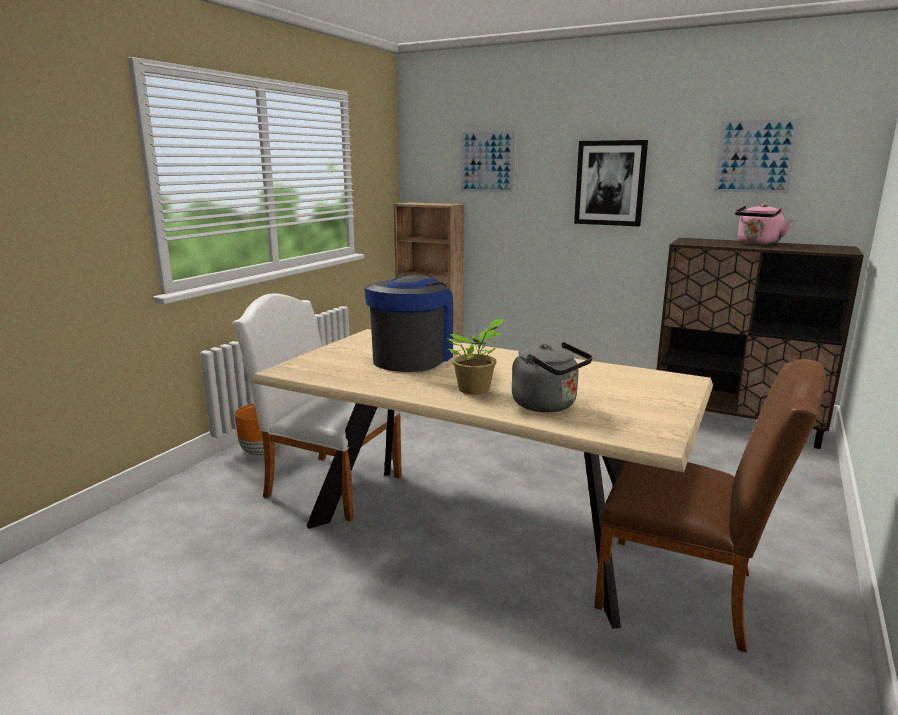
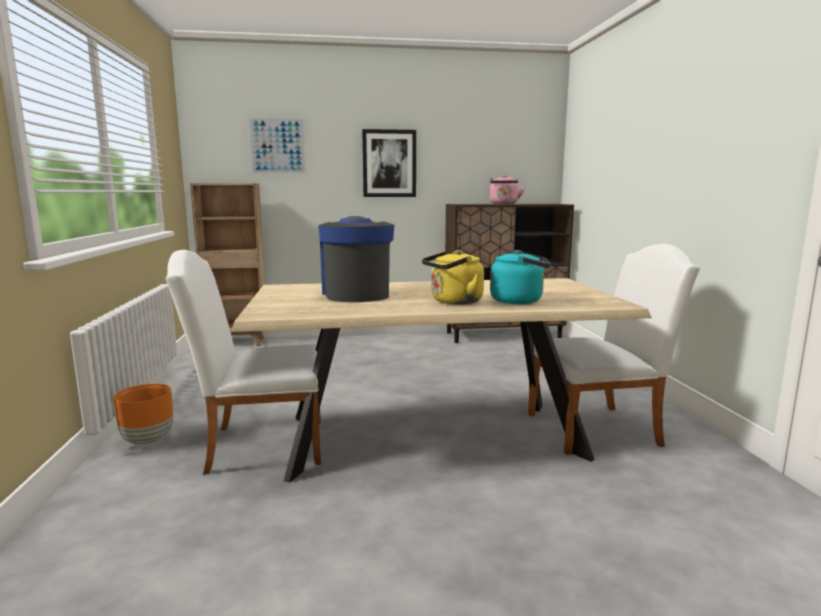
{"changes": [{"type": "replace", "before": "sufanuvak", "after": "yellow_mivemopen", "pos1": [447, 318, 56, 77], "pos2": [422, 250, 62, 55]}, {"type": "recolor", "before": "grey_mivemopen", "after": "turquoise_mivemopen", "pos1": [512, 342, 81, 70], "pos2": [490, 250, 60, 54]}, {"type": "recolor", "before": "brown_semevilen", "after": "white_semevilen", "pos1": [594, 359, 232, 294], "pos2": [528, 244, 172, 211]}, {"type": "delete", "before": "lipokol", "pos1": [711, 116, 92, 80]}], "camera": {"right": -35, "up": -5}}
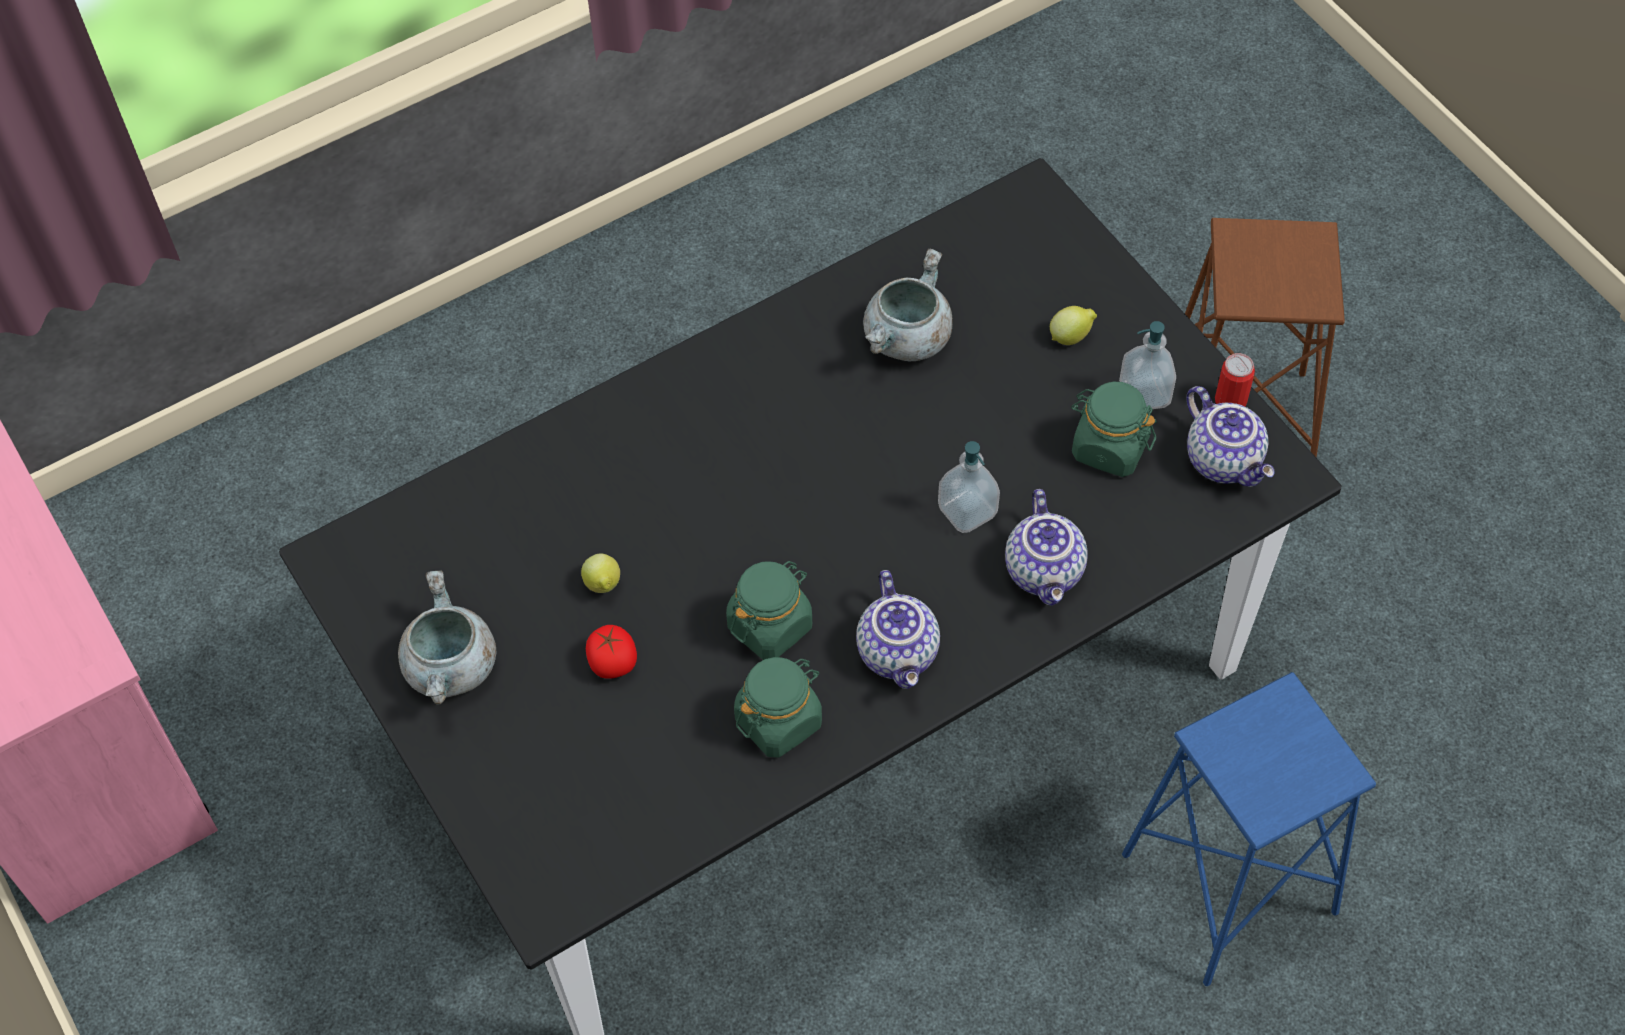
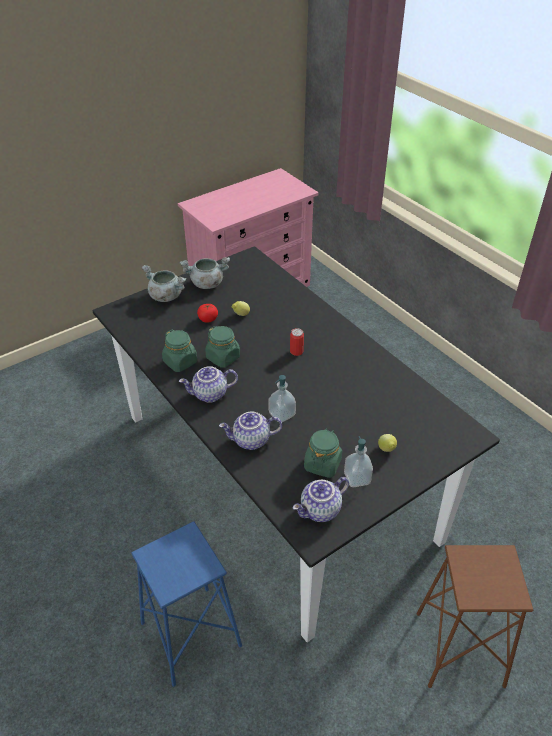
{"changes": [{"type": "move", "before": "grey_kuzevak", "pos1": [863, 248, 90, 113], "pos2": [141, 265, 45, 37]}, {"type": "move", "before": "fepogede", "pos1": [1215, 353, 40, 54], "pos2": [290, 328, 14, 28]}], "camera": {"right": 85, "up": -15}}
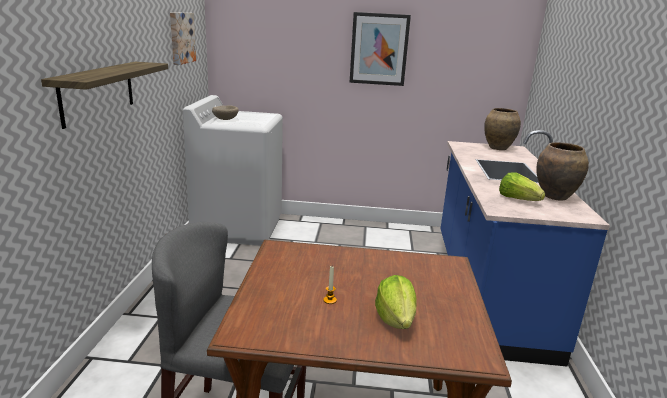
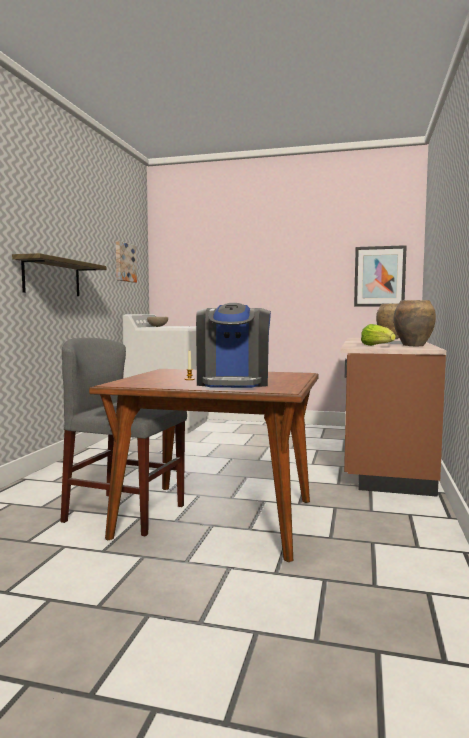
{"changes": [{"type": "move", "before": "lipokol", "pos1": [350, 12, 61, 74], "pos2": [354, 245, 53, 62]}, {"type": "replace", "before": "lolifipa", "after": "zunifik", "pos1": [375, 275, 42, 54], "pos2": [196, 303, 75, 85]}, {"type": "recolor", "before": "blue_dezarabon", "after": "brown_dezarabon", "pos1": [441, 130, 169, 237], "pos2": [340, 338, 106, 159]}], "camera": {"right": 10, "up": -15}}
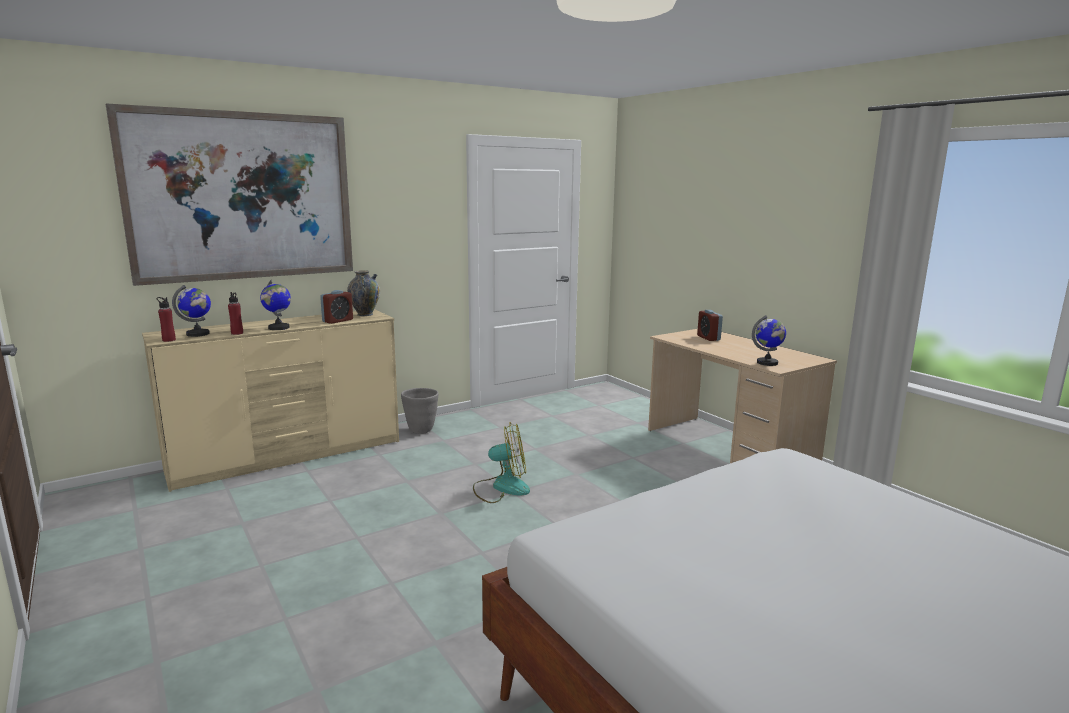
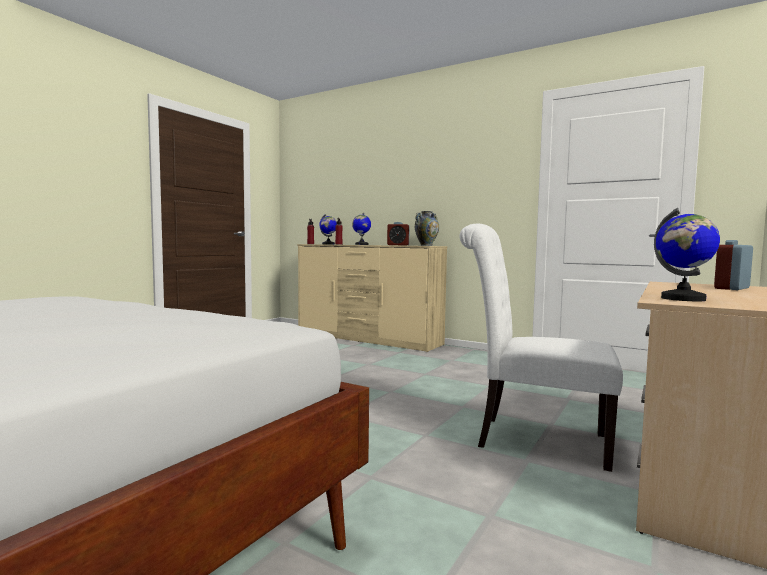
{"changes": [{"type": "delete", "before": "lipokol", "pos1": [106, 103, 247, 183]}, {"type": "delete", "before": "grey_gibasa", "pos1": [401, 388, 38, 46]}, {"type": "delete", "before": "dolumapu", "pos1": [473, 422, 57, 81]}, {"type": "insert", "after": "white_semevilen", "pos2": [459, 224, 164, 248]}], "camera": {"right": 65, "up": -10}}
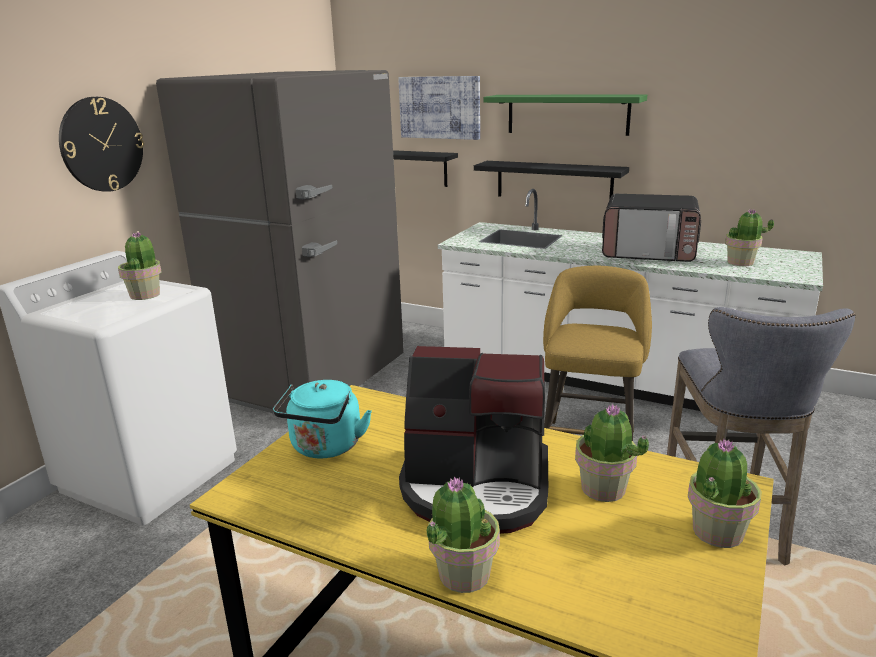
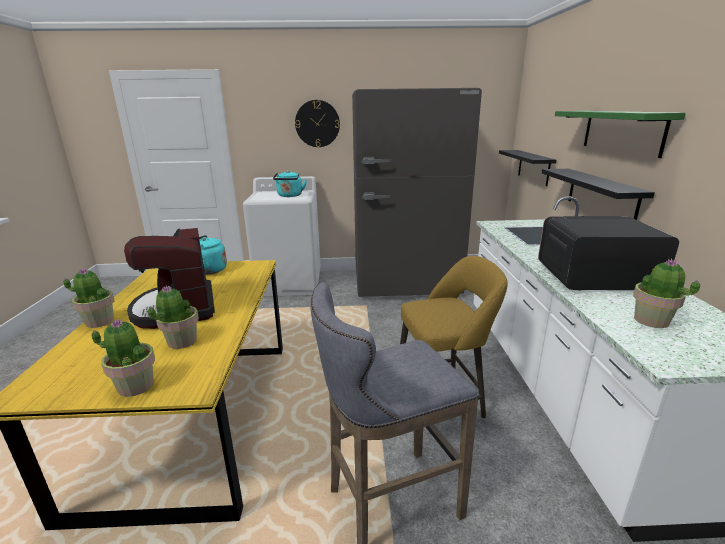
{"changes": [{"type": "replace", "before": "sufanuvak", "after": "turquoise_mivemopen", "pos1": [118, 232, 43, 68], "pos2": [273, 171, 34, 26]}, {"type": "delete", "before": "lipokol", "pos1": [398, 76, 82, 64]}, {"type": "rotate", "before": "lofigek", "pos1": [602, 194, 99, 68], "pos2": [538, 216, 141, 75], "turn": 105}], "camera": {"right": 60, "up": 0}}
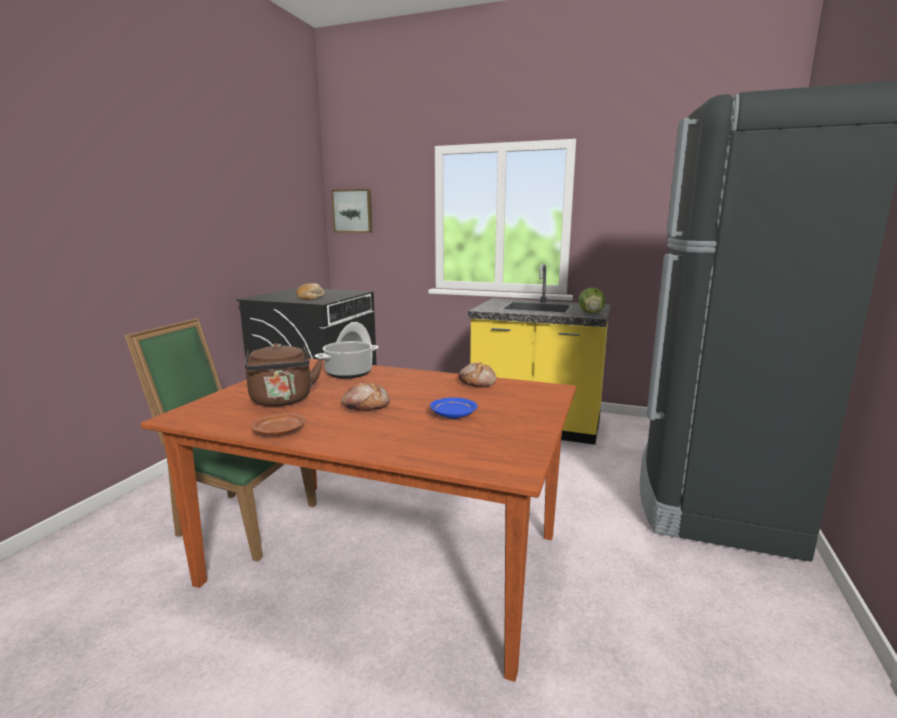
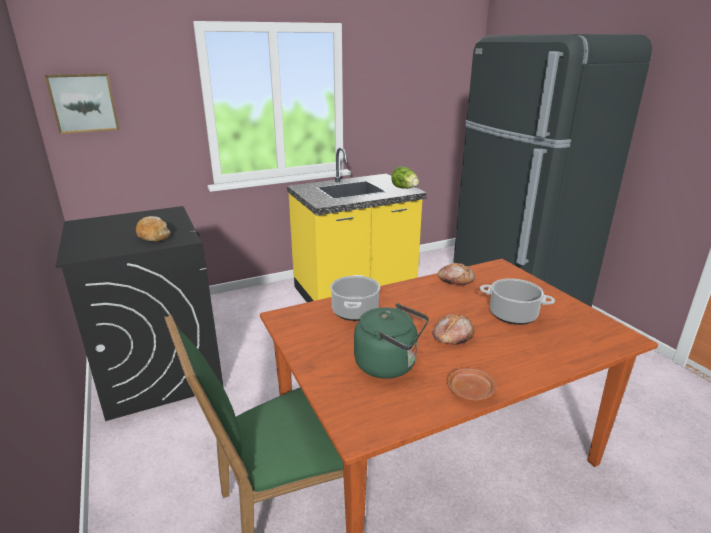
{"changes": [{"type": "recolor", "before": "brown_mivemopen", "after": "green_mivemopen", "pos1": [245, 343, 78, 64], "pos2": [354, 303, 75, 76]}, {"type": "replace", "before": "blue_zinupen", "after": "kuzevak", "pos1": [430, 398, 47, 21], "pos2": [480, 278, 75, 47]}], "camera": {"right": -45, "up": 10}}
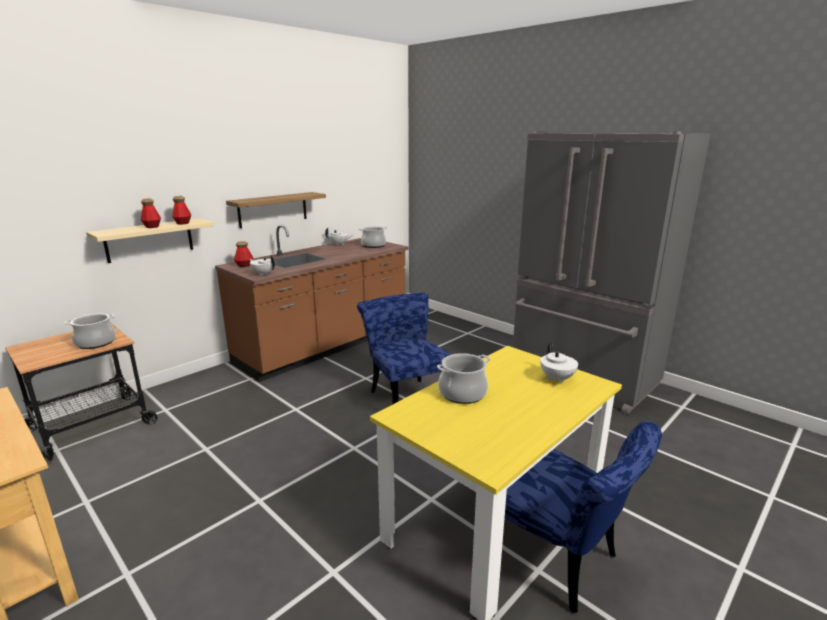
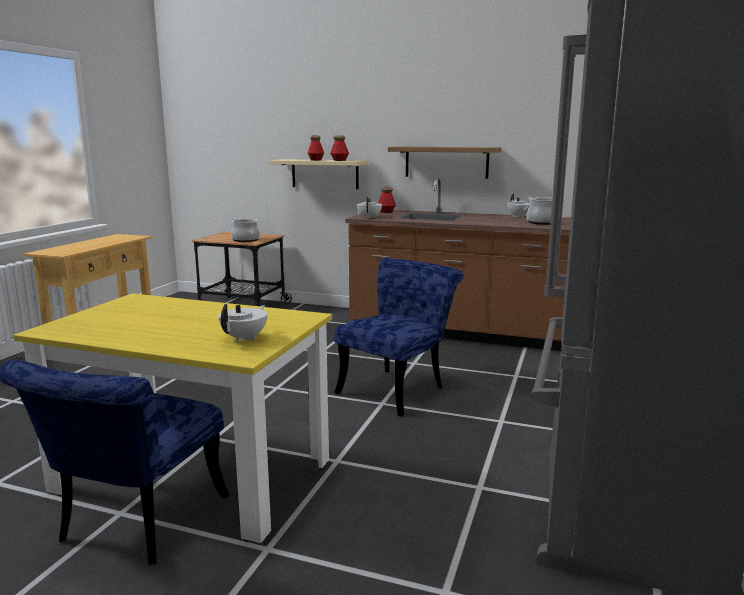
{"changes": [{"type": "delete", "before": "kuzevak", "pos1": [437, 353, 53, 51]}, {"type": "rotate", "before": "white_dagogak", "pos1": [540, 342, 38, 42], "pos2": [218, 304, 49, 38], "turn": 150}], "camera": {"right": 65, "up": -5}}
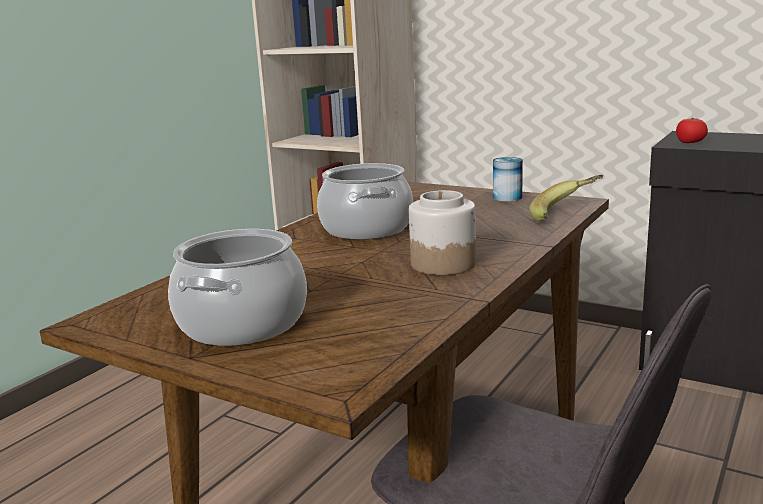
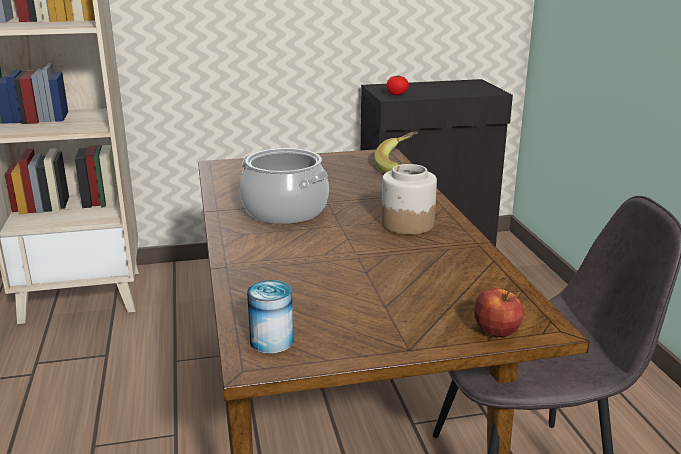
{"changes": [{"type": "delete", "before": "kuzevak", "pos1": [168, 229, 139, 117]}, {"type": "move", "before": "fepogede", "pos1": [493, 157, 30, 45], "pos2": [247, 280, 47, 74]}, {"type": "insert", "after": "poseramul", "pos2": [475, 288, 48, 49]}], "camera": {"right": -45, "up": 5}}
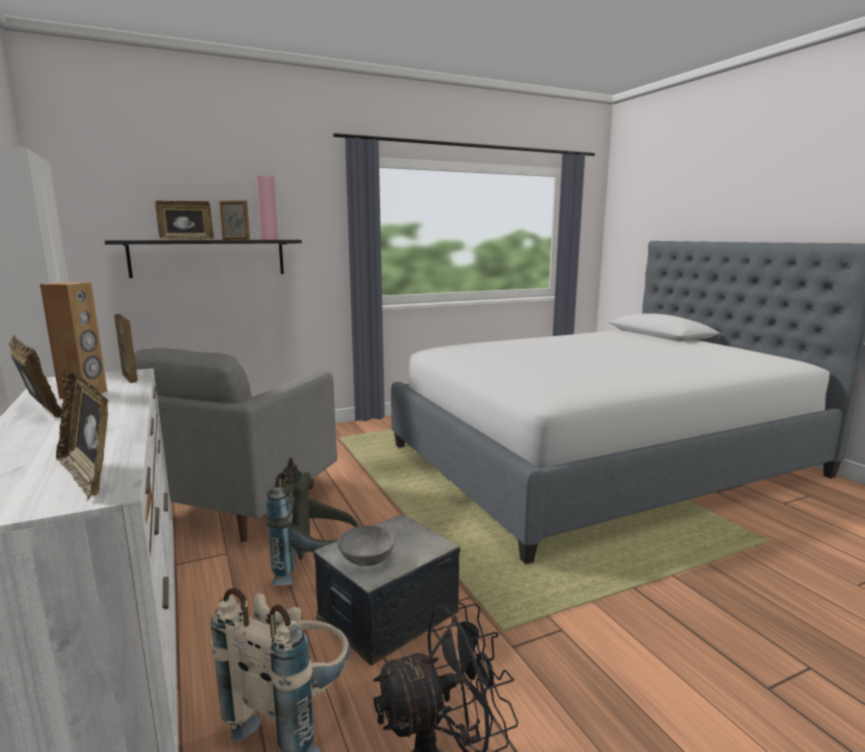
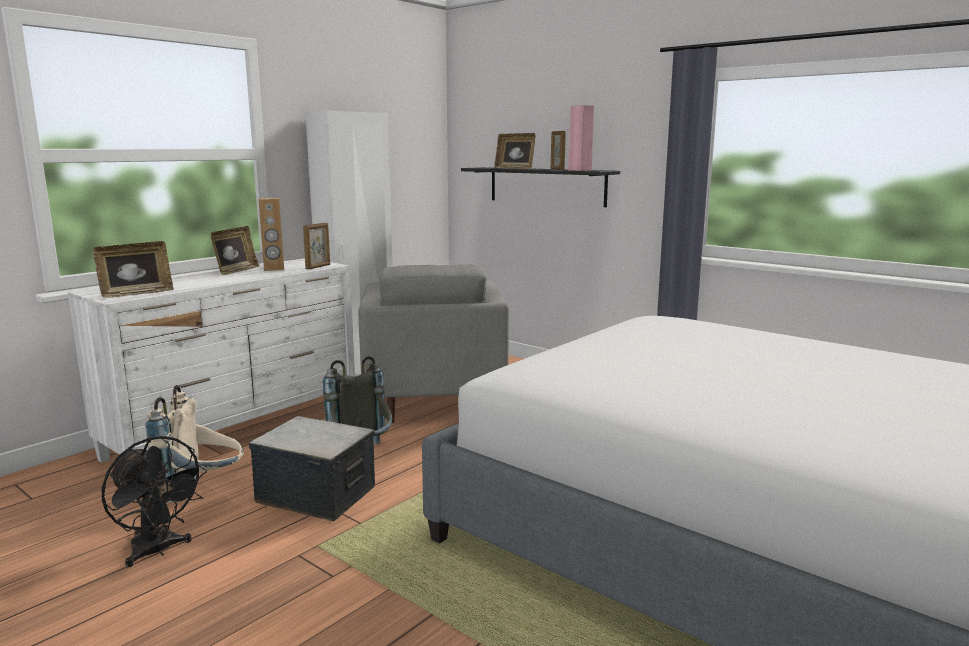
{"changes": [{"type": "rotate", "before": "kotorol", "pos1": [56, 370, 52, 130], "pos2": [93, 241, 81, 57], "turn": -150}, {"type": "rotate", "before": "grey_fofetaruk", "pos1": [134, 348, 203, 194], "pos2": [358, 264, 151, 159], "turn": -90}, {"type": "delete", "before": "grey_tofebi", "pos1": [338, 525, 57, 41]}], "camera": {"right": 65, "up": 0}}
